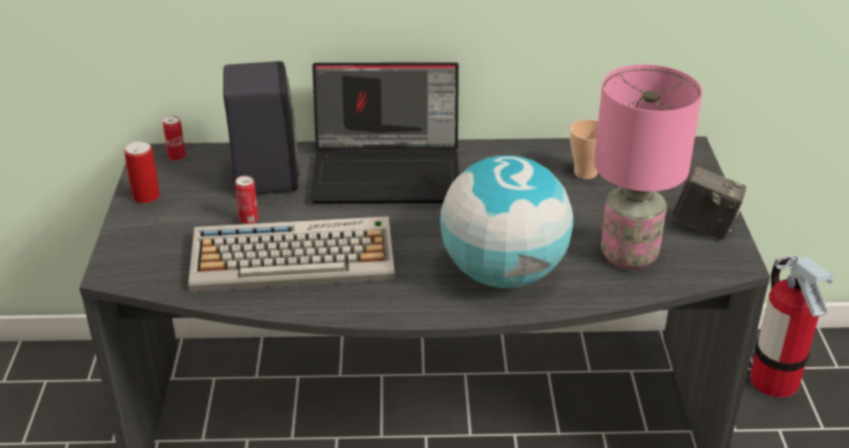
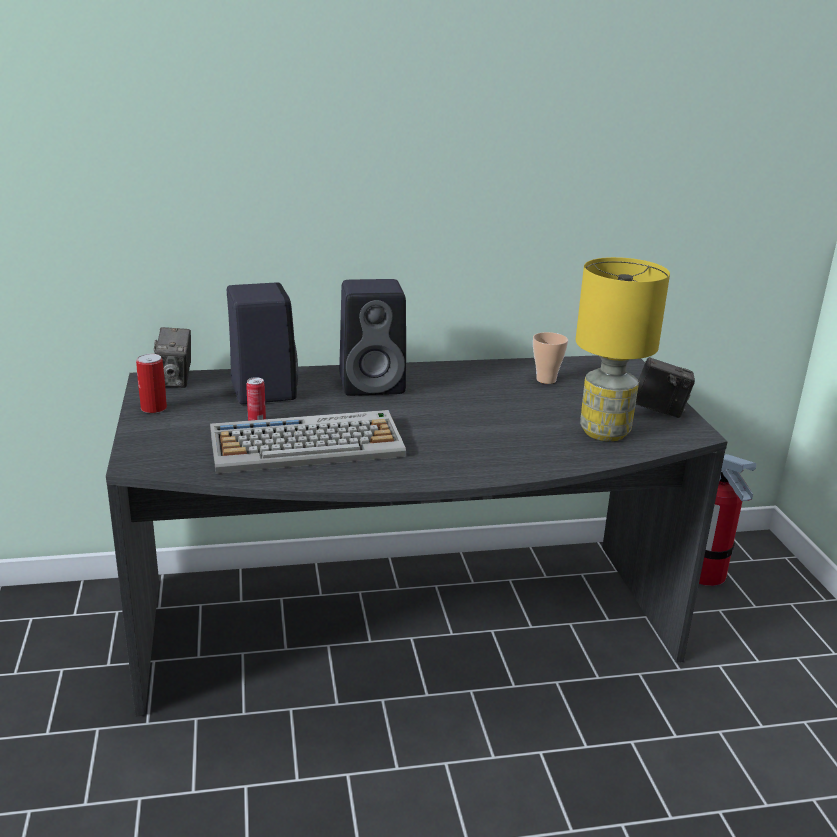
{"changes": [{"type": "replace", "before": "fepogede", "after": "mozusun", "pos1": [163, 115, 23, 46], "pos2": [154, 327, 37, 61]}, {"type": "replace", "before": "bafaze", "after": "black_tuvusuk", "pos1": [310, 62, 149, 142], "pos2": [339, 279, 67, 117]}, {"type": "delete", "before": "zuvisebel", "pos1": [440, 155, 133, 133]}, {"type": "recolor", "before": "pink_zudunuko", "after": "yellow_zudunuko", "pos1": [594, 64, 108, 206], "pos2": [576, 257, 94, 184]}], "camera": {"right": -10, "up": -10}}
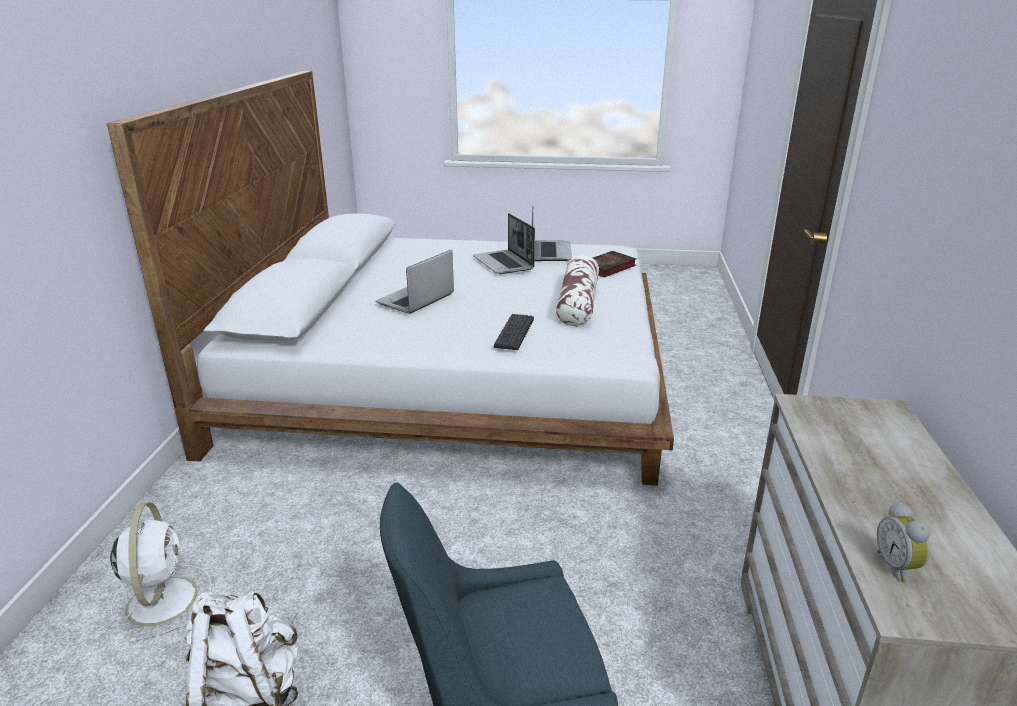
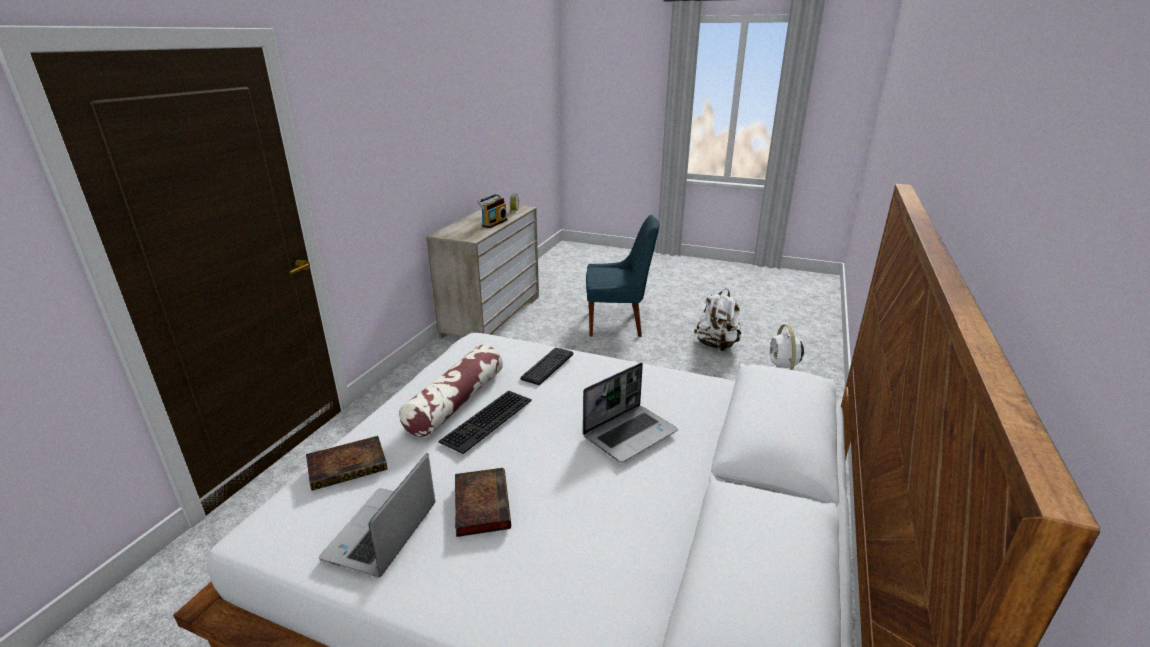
{"changes": [{"type": "replace", "before": "bafaze", "after": "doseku", "pos1": [473, 213, 62, 61], "pos2": [455, 468, 56, 69]}, {"type": "insert", "after": "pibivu", "pos2": [438, 391, 94, 63]}, {"type": "insert", "after": "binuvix", "pos2": [477, 193, 31, 35]}], "camera": {"right": -165, "up": 0}}
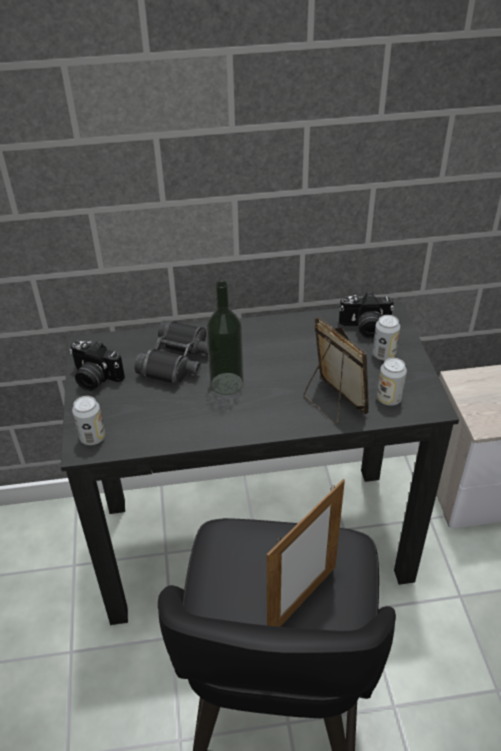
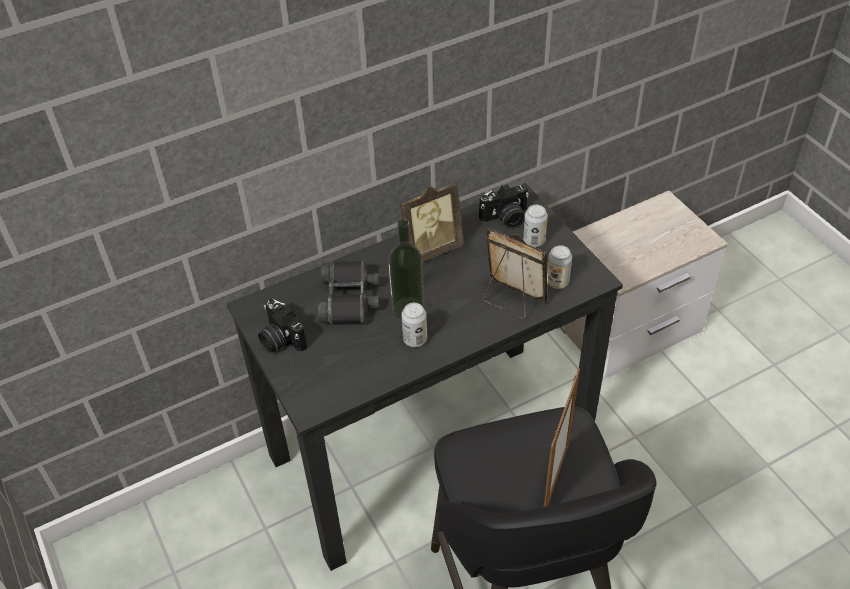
{"changes": [{"type": "rotate", "before": "mozusun", "pos1": [69, 341, 56, 50], "pos2": [258, 298, 49, 55], "turn": 45}, {"type": "move", "before": "fepogede", "pos1": [72, 396, 33, 49], "pos2": [401, 303, 26, 44]}, {"type": "insert", "after": "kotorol", "pos2": [400, 181, 64, 80]}], "camera": {"right": -20, "up": 5}}
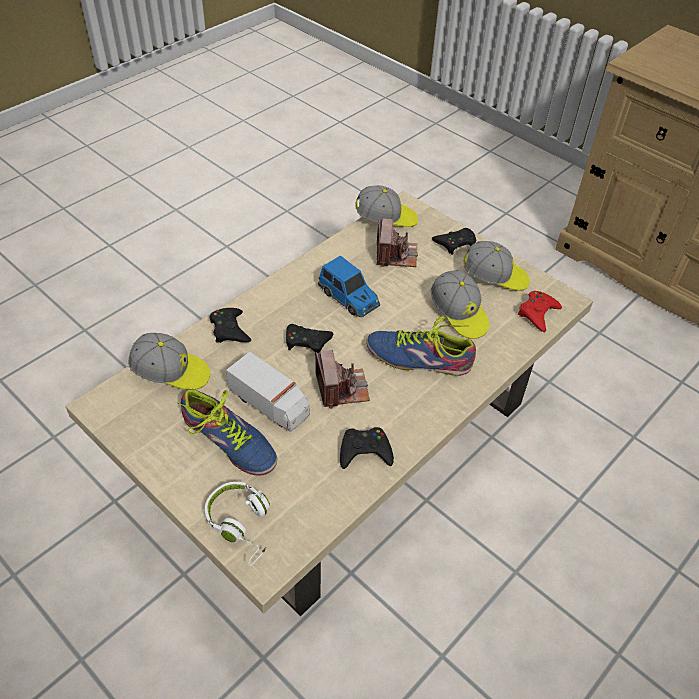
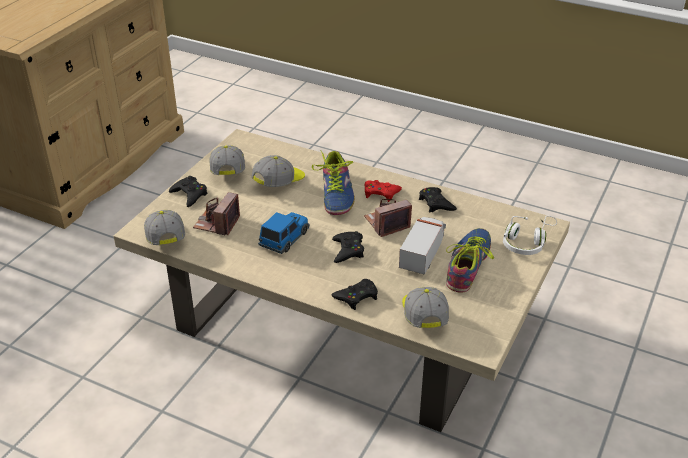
{"changes": [{"type": "rotate", "before": "mozusun", "pos1": [377, 218, 41, 49], "pos2": [193, 192, 47, 43], "turn": -60}, {"type": "move", "before": "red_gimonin", "pos1": [518, 291, 44, 41], "pos2": [365, 180, 37, 22]}], "camera": {"right": -105, "up": -10}}
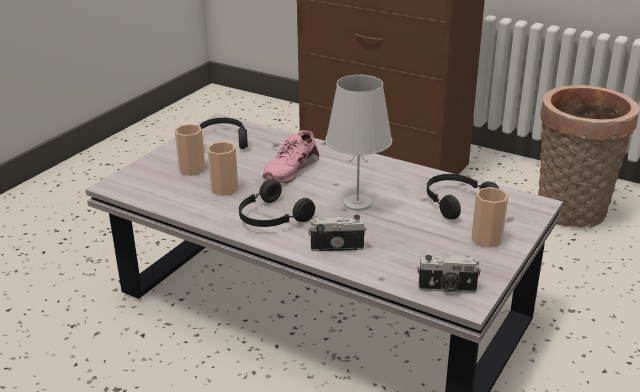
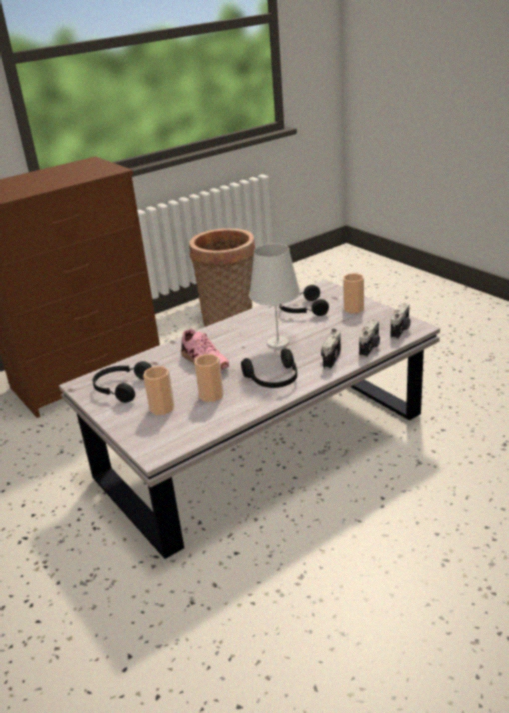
{"changes": [{"type": "insert", "after": "mozusun", "pos2": [359, 319, 21, 39]}], "camera": {"right": -65, "up": 0}}
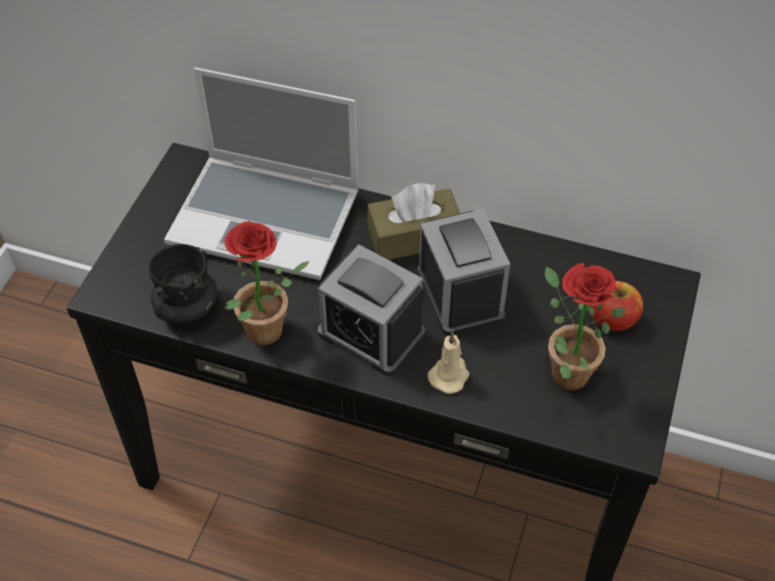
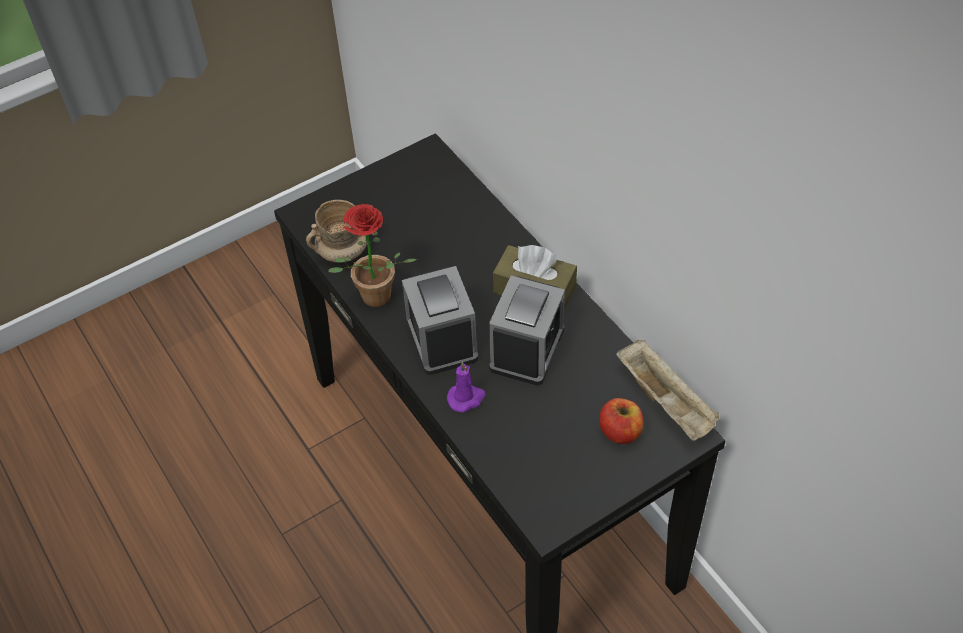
{"changes": [{"type": "recolor", "before": "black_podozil", "after": "beige_podozil", "pos1": [149, 244, 68, 79], "pos2": [306, 200, 61, 63]}, {"type": "delete", "before": "bafaze", "pos1": [164, 67, 194, 213]}, {"type": "recolor", "before": "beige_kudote", "after": "purple_kudote", "pos1": [428, 332, 42, 62], "pos2": [447, 361, 39, 51]}, {"type": "delete", "before": "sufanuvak", "pos1": [545, 263, 81, 127]}, {"type": "insert", "after": "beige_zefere", "pos2": [616, 340, 104, 101]}], "camera": {"right": 40, "up": 0}}
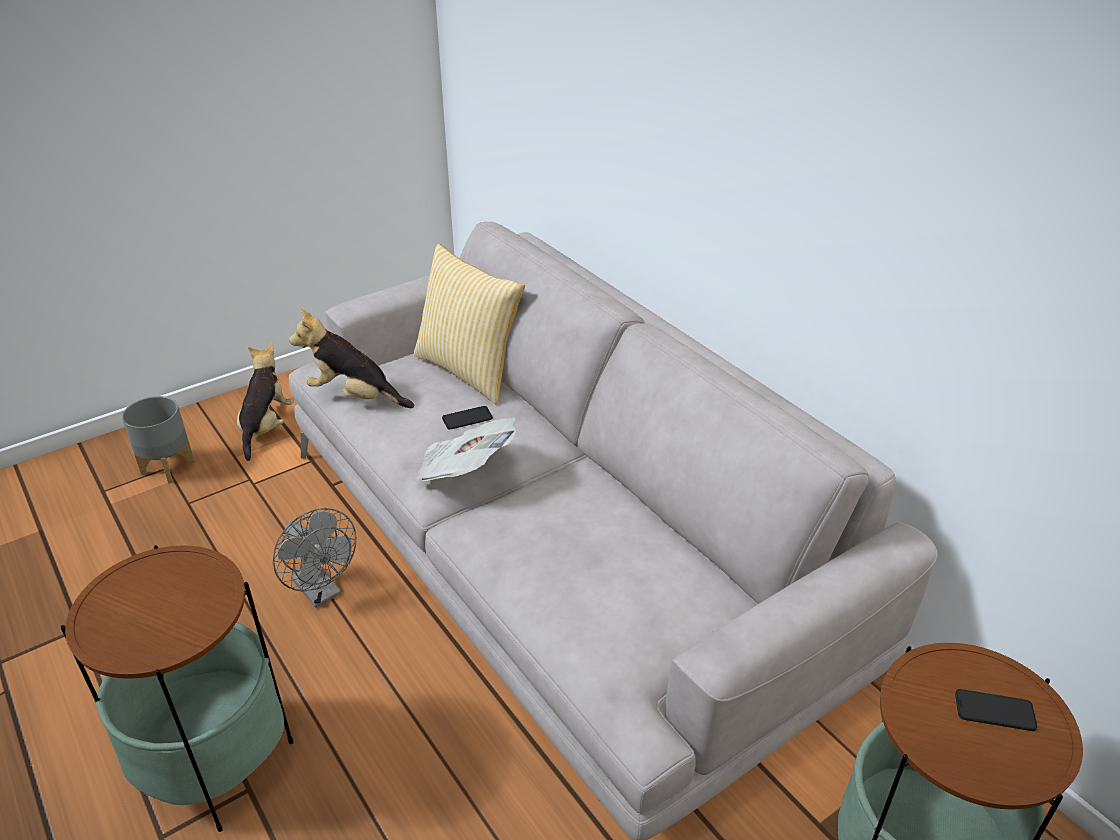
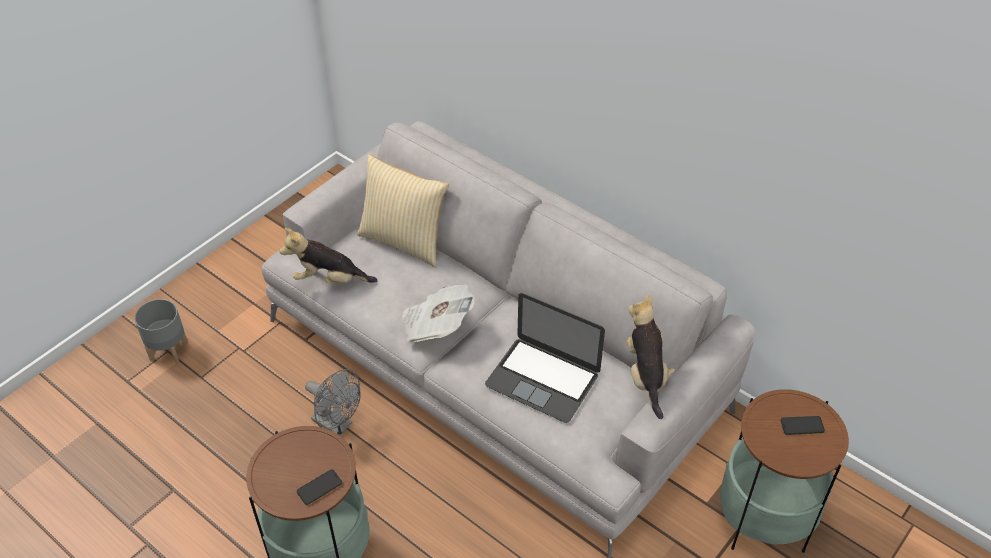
{"changes": [{"type": "move", "before": "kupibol", "pos1": [237, 343, 57, 118], "pos2": [627, 294, 48, 125]}, {"type": "move", "before": "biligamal", "pos1": [442, 406, 51, 24], "pos2": [297, 469, 45, 36]}, {"type": "insert", "after": "bafaze", "pos2": [485, 293, 120, 130]}], "camera": {"right": -15, "up": 10}}
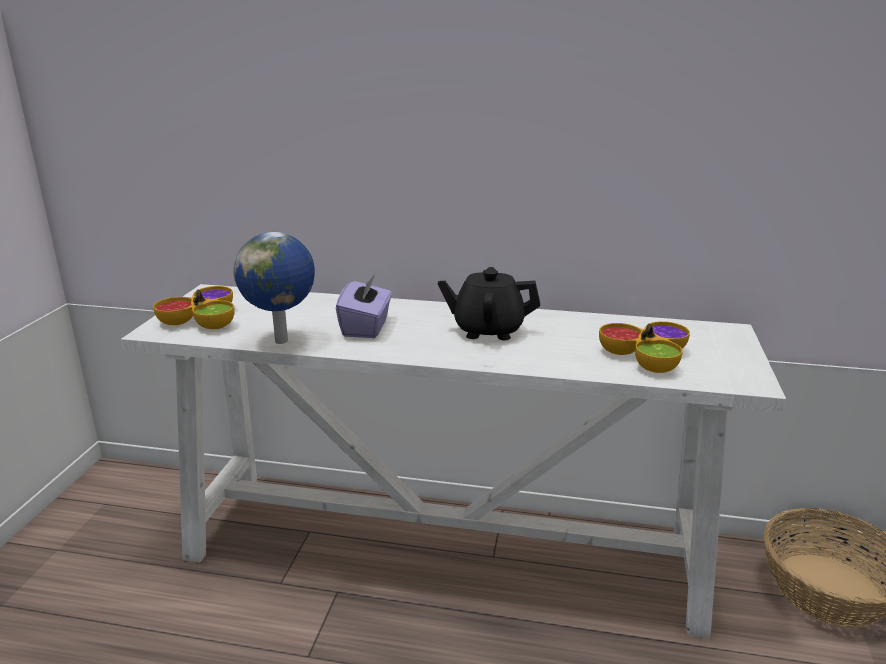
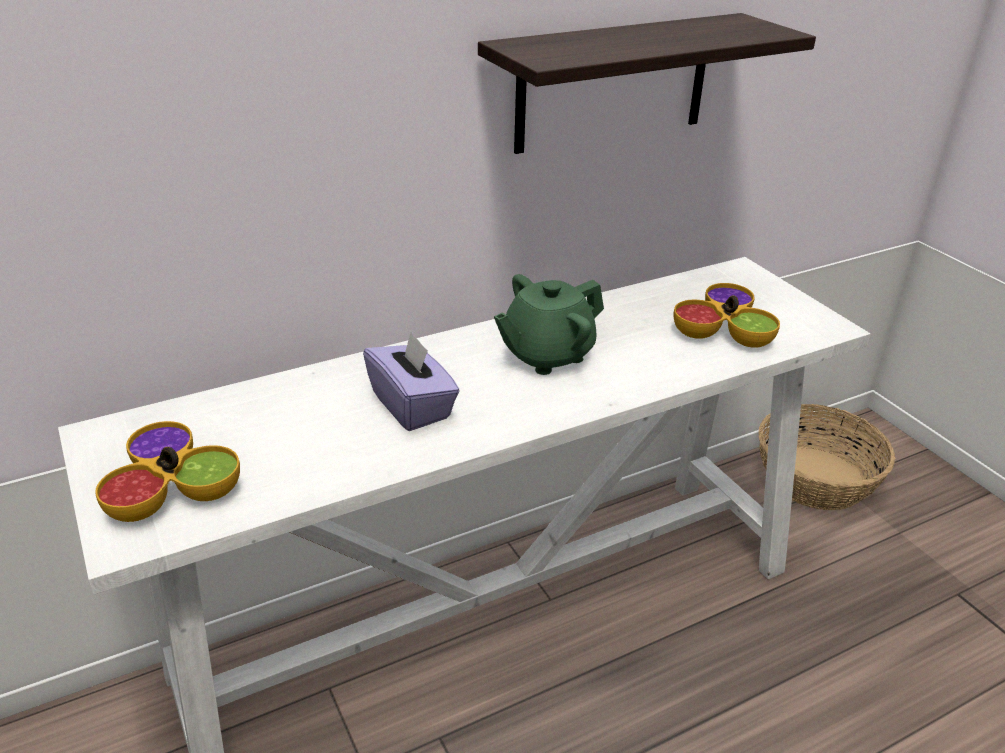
{"changes": [{"type": "delete", "before": "zuvisebel", "pos1": [234, 232, 81, 112]}, {"type": "recolor", "before": "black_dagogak", "after": "green_dagogak", "pos1": [438, 267, 102, 73], "pos2": [494, 274, 110, 101]}, {"type": "insert", "after": "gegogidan", "pos2": [478, 13, 338, 141]}], "camera": {"right": -40, "up": 10}}
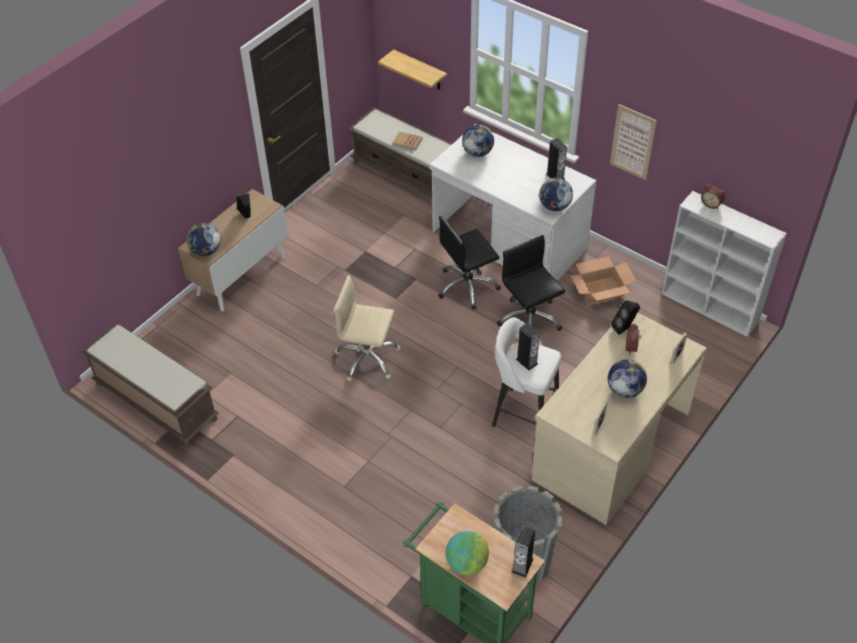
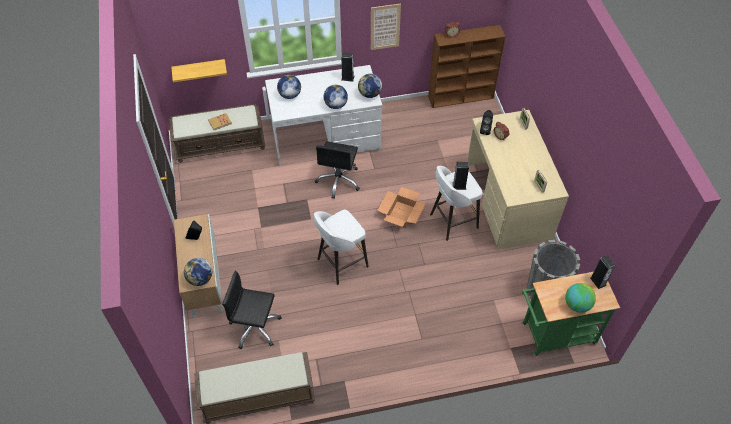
{"changes": [{"type": "replace", "before": "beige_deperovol", "after": "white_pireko", "pos1": [333, 275, 68, 107], "pos2": [314, 210, 55, 75]}, {"type": "move", "before": "black_deperovol", "pos1": [497, 235, 68, 96], "pos2": [222, 271, 59, 78]}, {"type": "move", "before": "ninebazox", "pos1": [570, 256, 67, 48], "pos2": [377, 187, 49, 41]}, {"type": "move", "before": "zuvisebel", "pos1": [608, 359, 39, 39], "pos2": [324, 85, 24, 24]}, {"type": "recolor", "before": "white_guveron", "after": "brown_guveron", "pos1": [661, 191, 126, 146], "pos2": [428, 25, 77, 83]}], "camera": {"right": -50, "up": 5}}
